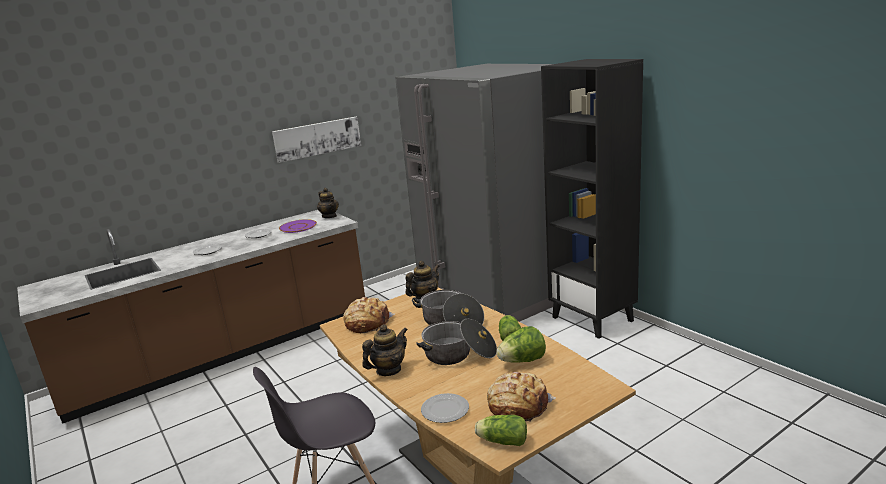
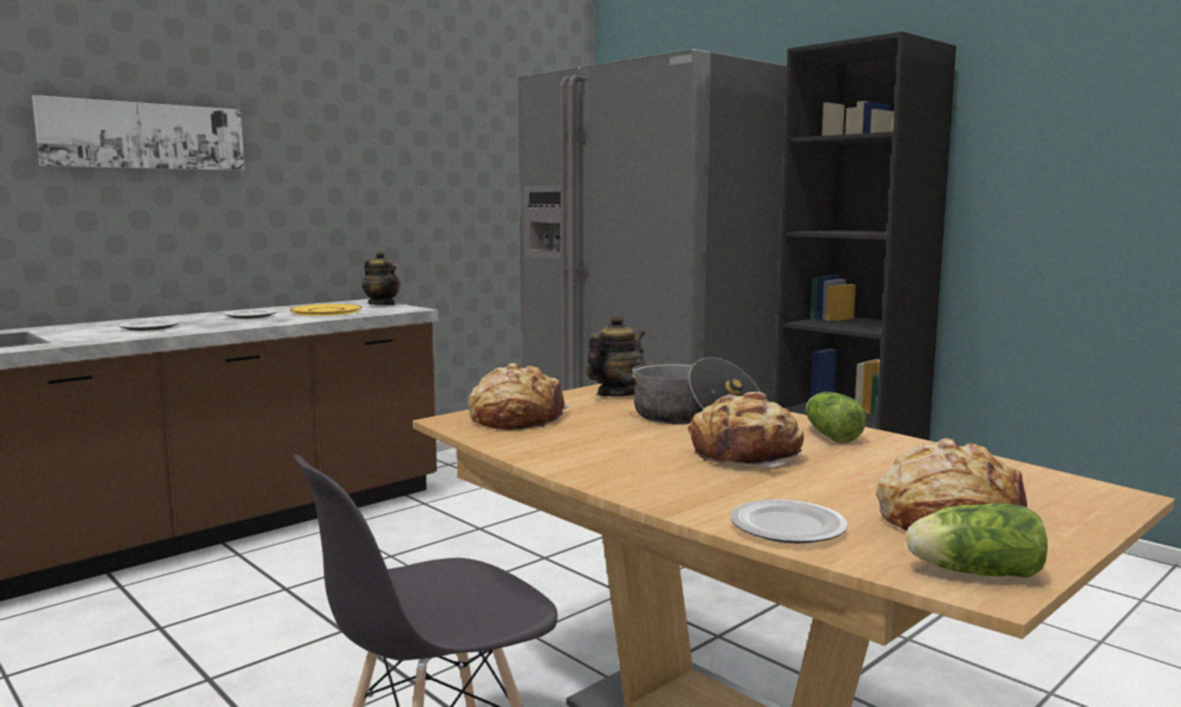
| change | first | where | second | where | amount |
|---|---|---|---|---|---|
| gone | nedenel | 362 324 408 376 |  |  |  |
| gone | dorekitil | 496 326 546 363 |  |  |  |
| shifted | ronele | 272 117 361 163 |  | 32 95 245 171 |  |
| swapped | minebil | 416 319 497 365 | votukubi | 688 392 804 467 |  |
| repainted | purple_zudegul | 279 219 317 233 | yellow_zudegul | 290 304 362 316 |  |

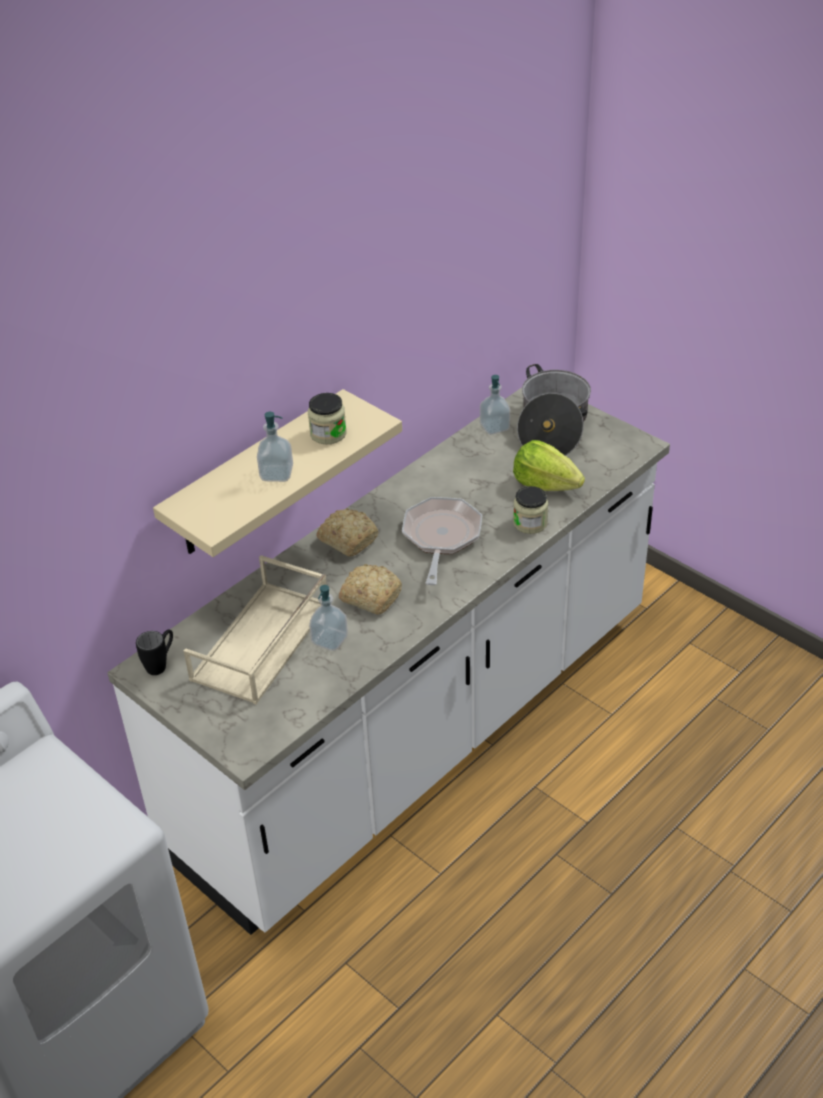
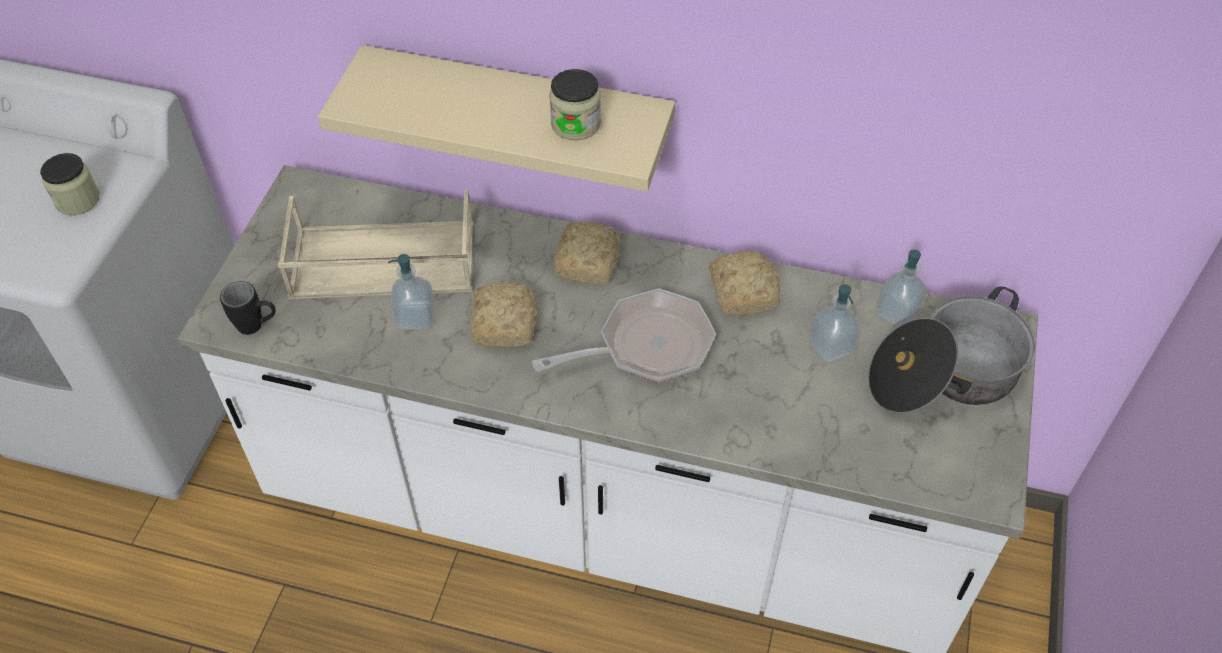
| change | first | where | second | where | amount |
|---|---|---|---|---|---|
| gone | dorekitil | 513 440 585 491 |  |  |  |
| new |  |  | votukubi | 709 251 780 316 |  |
| shifted | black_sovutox | 136 629 173 675 |  | 220 281 276 335 |  |
| shifted | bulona | 257 412 293 482 |  | 809 284 861 363 |  |
| shifted | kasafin | 513 486 548 534 |  | 40 153 100 215 |  |

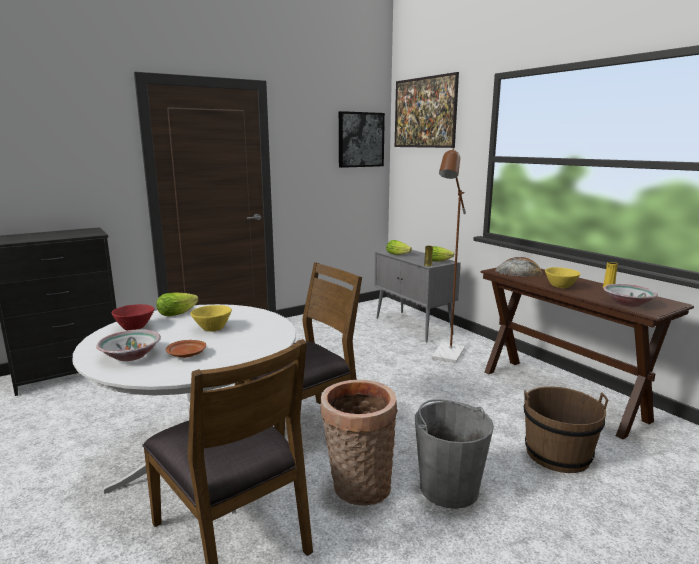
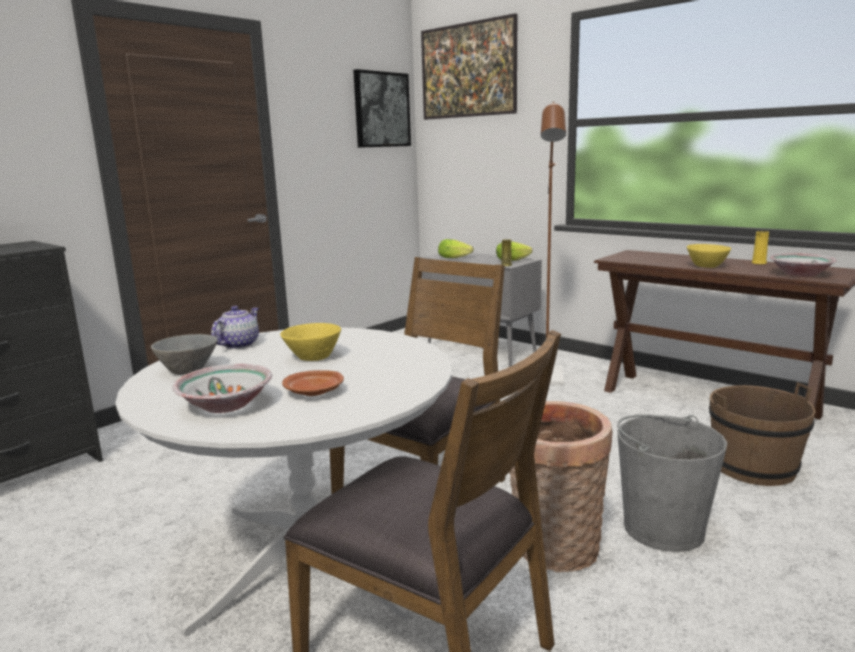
| change | first | where | second | where | amount |
|---|---|---|---|---|---|
| gone | votukubi | 495 257 543 277 |  |  |  |
| swapped | dorekitil | 156 292 199 316 | nedenel | 211 306 259 349 |  |
| repainted | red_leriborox | 112 304 154 330 | grey_leriborox | 151 334 218 375 |  |

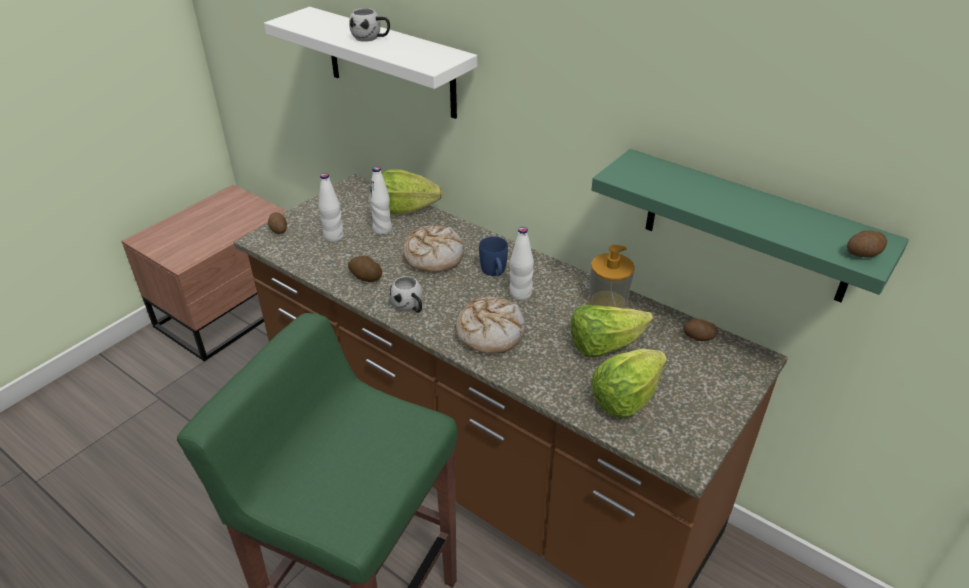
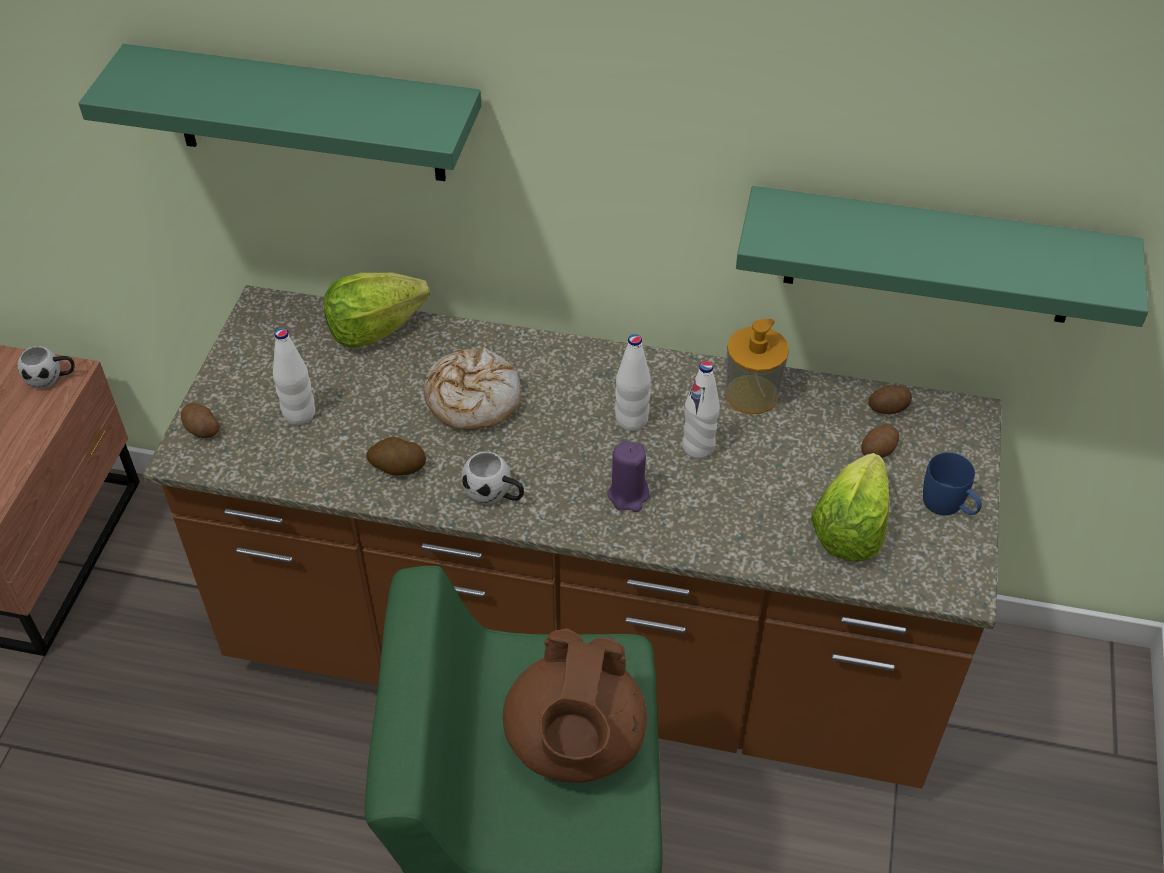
| change | first | where | second | where | amount |
|---|---|---|---|---|---|
| gone | dorekitil | 571 305 653 357 |  |  |  |
| new |  |  | brown_nedenel | 503 628 647 783 |  |
| shifted | white_sovutox | 349 8 390 42 |  | 18 346 75 389 |  |
| shifted | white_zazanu | 369 166 392 235 |  | 682 361 720 459 |  |
| shifted | blue_sovutox | 479 236 508 276 |  | 923 452 982 515 |  |
| shifted | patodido | 847 230 887 258 |  | 861 424 899 458 |  |
| swapped | votukubi | 456 297 525 354 | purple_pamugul | 607 441 649 512 |  |
| repainted | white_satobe | 264 7 477 119 | green_satobe | 79 44 481 181 |  |

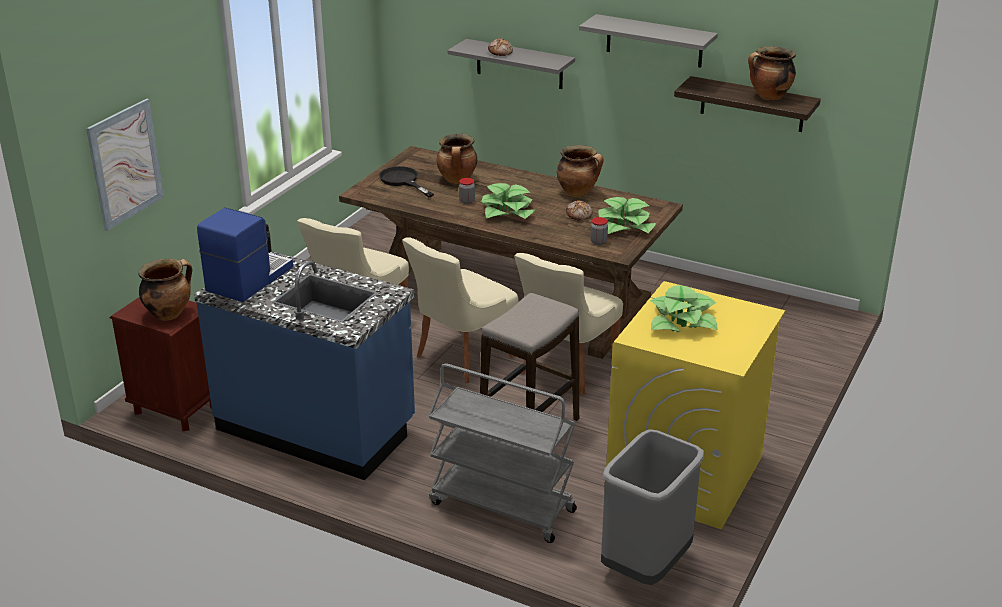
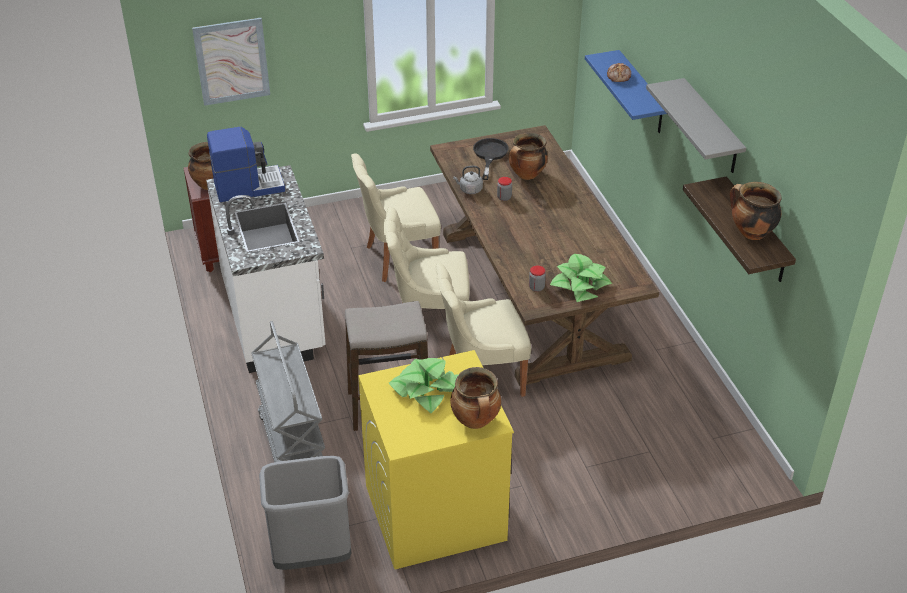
| change | first | where | second | where | amount |
|---|---|---|---|---|---|
| gone | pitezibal | 480 183 535 219 |  |  |  |
| gone | votukubi | 566 200 592 221 |  |  |  |
| new |  |  | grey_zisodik | 453 166 483 194 |  |
| shifted | minebil | 557 145 604 197 |  | 450 367 501 429 |  |
| repainted | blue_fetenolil | 194 252 415 480 | white_fetenolil | 206 165 326 373 |  |
| repainted | grey_satobe | 448 39 575 89 | blue_satobe | 585 50 667 133 |  |

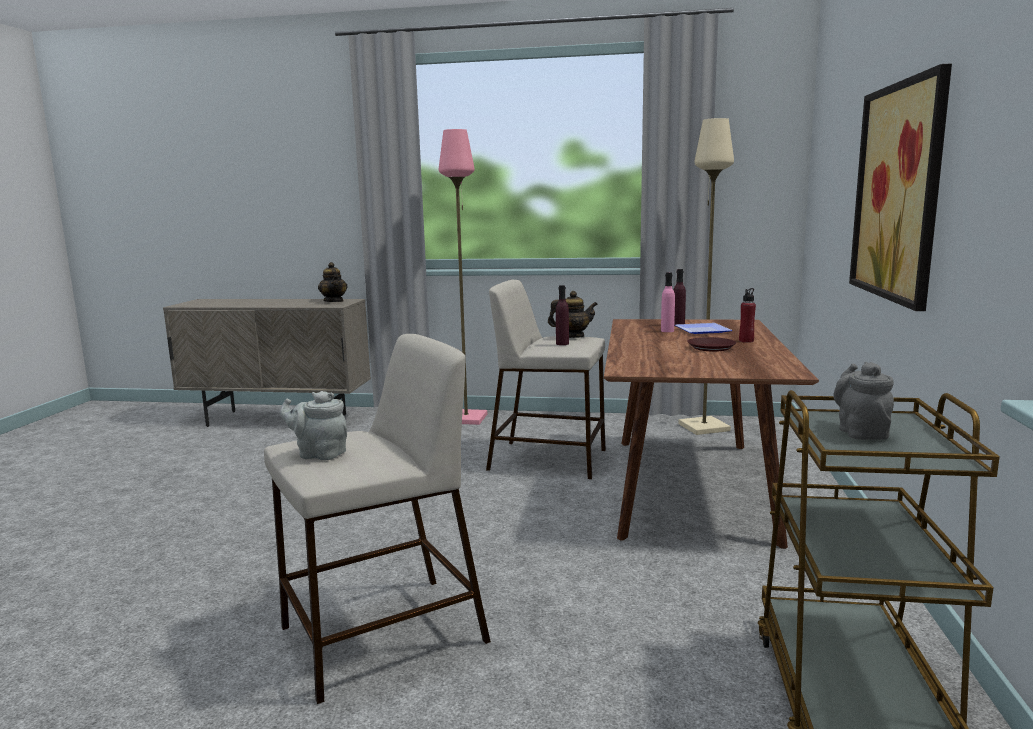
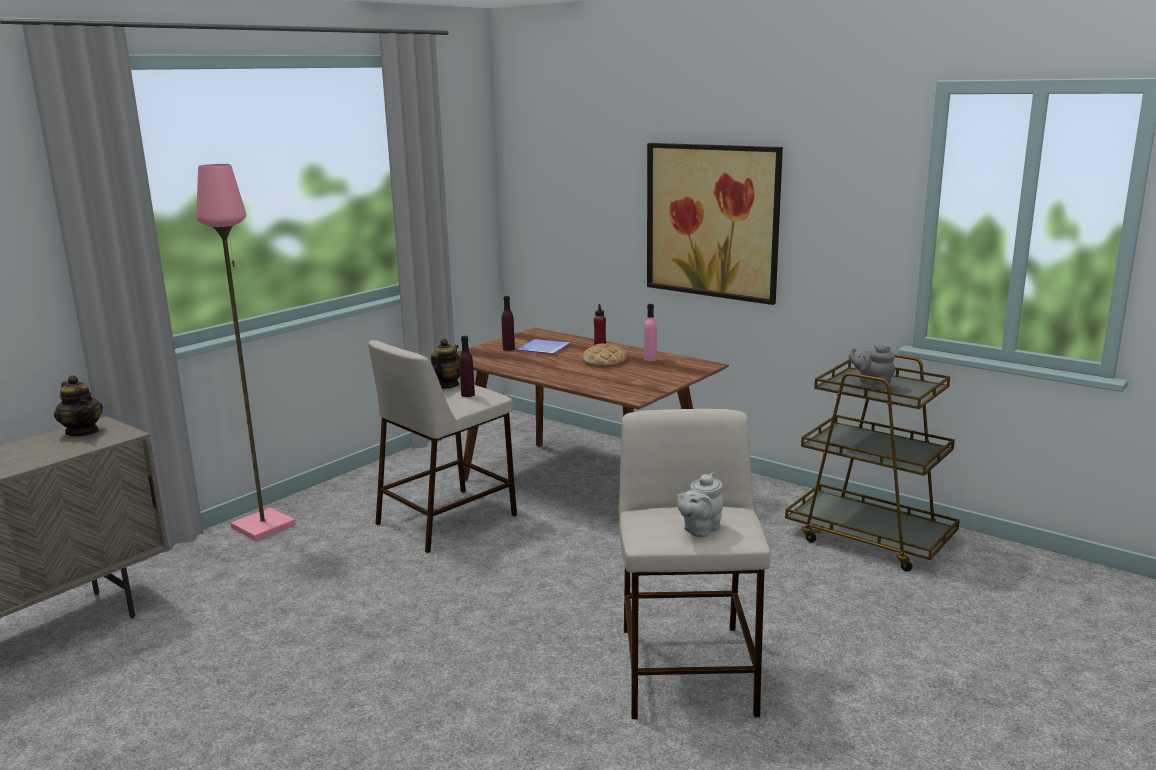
| change | first | where | second | where | amount |
|---|---|---|---|---|---|
| gone | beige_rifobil | 678 118 734 435 |  |  |  |
| shifted | pink_zazanu | 661 272 675 332 |  | 644 304 657 361 |  |
| swapped | brown_zudegul | 687 337 736 352 | votukubi | 582 343 627 367 |  |
| rotated | nedenel | 318 262 348 302 |  | 54 375 103 436 | 45 degrees clockwise |

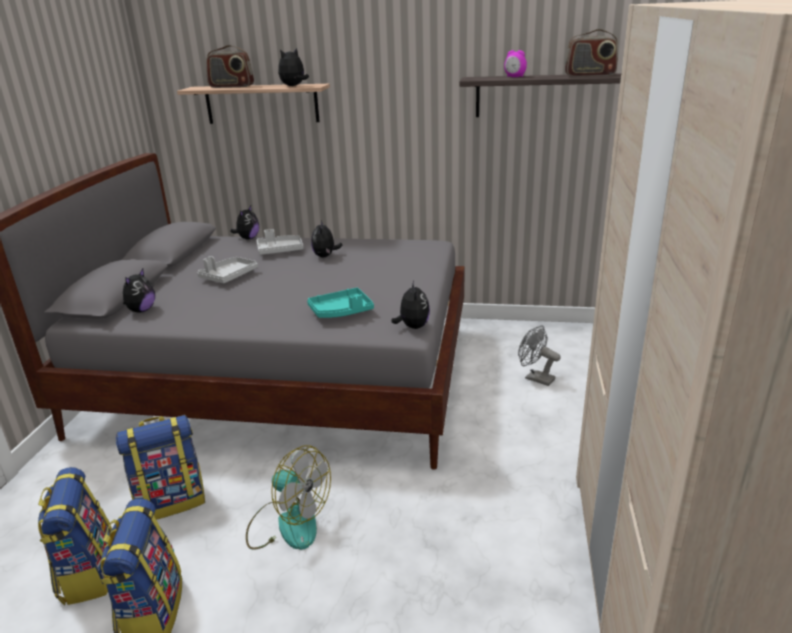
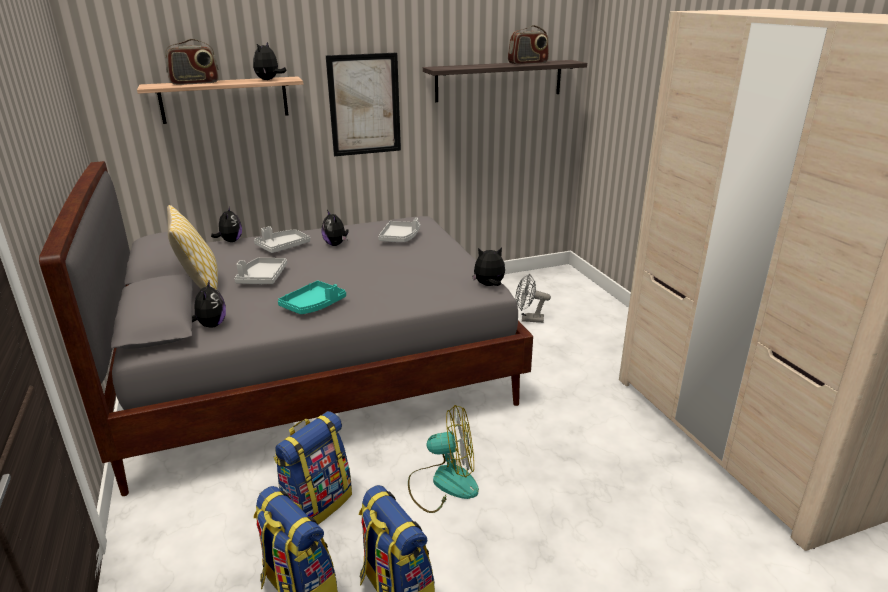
| change | first | where | second | where | amount |
|---|---|---|---|---|---|
| gone | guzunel | 504 50 527 77 |  |  |  |
| new |  |  | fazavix | 167 205 218 290 |  |
| new |  |  | ronele | 326 53 401 156 |  |
| new |  |  | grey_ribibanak | 378 218 420 242 |  |
| shifted | turquoise_ribibanak | 307 288 374 318 |  | 278 280 346 314 |  |
| rotated | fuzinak | 391 281 430 329 |  | 472 247 505 286 | 60 degrees counterclockwise |

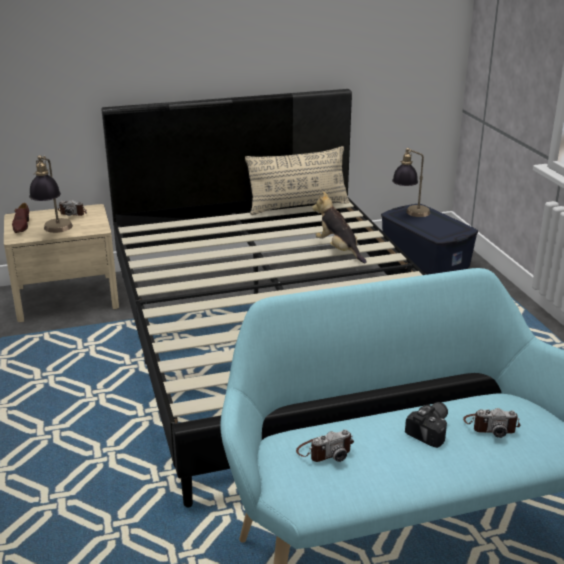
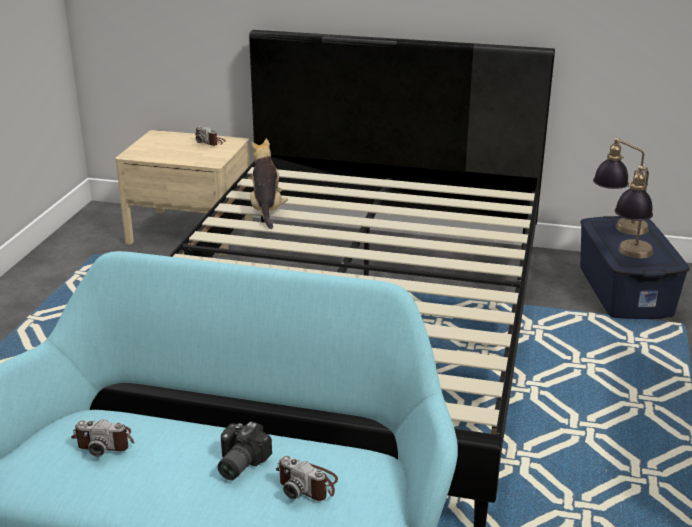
| change | first | where | second | where | amount |
|---|---|---|---|---|---|
| gone | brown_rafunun | 12 203 29 233 |  |  |  |
| gone | beige_fazavix | 245 146 350 215 |  |  |  |
| shifted | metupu | 29 155 73 233 |  | 615 165 653 258 |  |
| shifted | fuzinak | 312 191 366 263 |  | 250 139 288 229 |  |
| rotated | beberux | 405 402 448 448 |  | 218 421 272 480 | 135 degrees clockwise |

